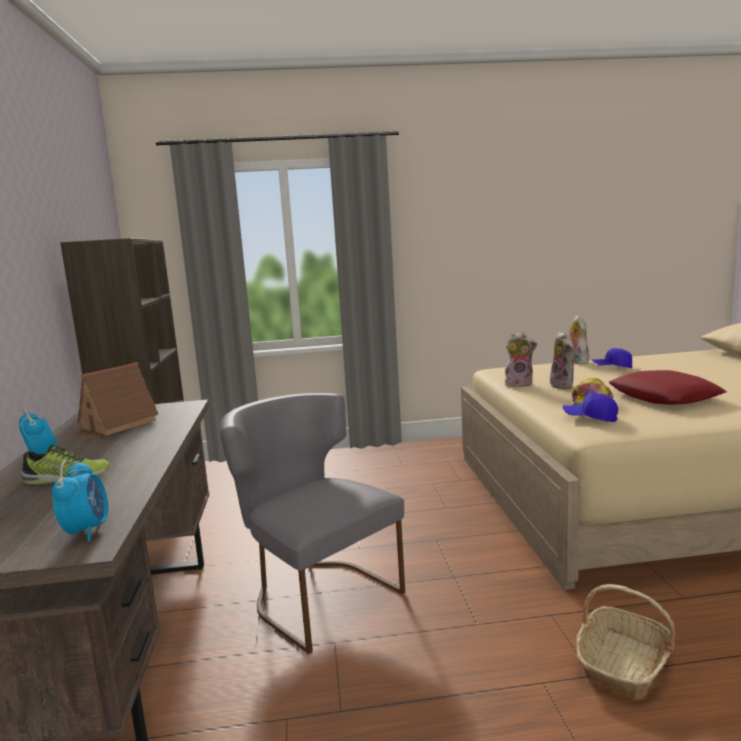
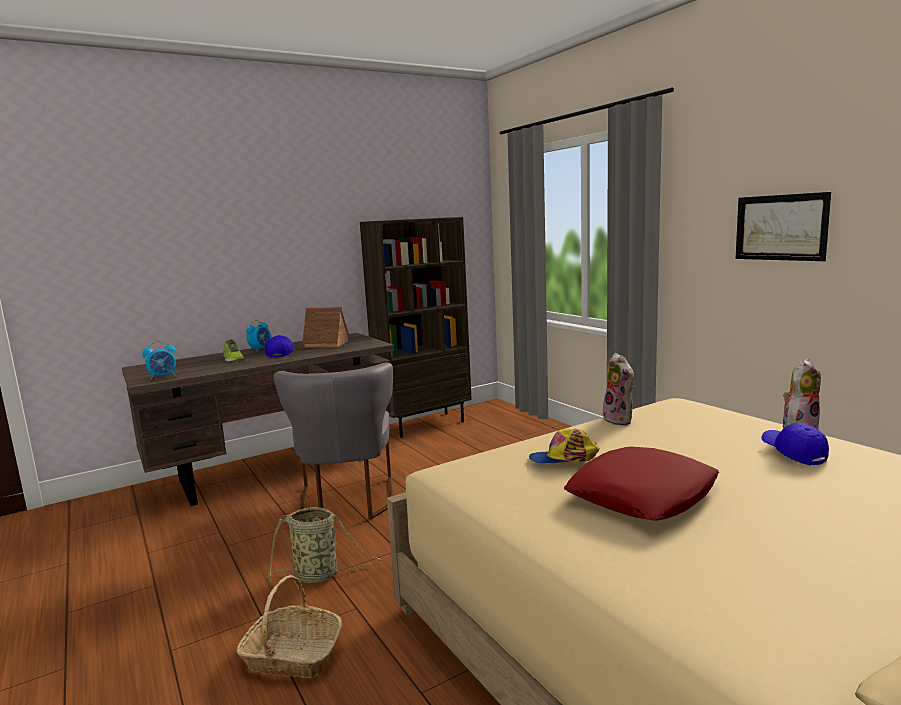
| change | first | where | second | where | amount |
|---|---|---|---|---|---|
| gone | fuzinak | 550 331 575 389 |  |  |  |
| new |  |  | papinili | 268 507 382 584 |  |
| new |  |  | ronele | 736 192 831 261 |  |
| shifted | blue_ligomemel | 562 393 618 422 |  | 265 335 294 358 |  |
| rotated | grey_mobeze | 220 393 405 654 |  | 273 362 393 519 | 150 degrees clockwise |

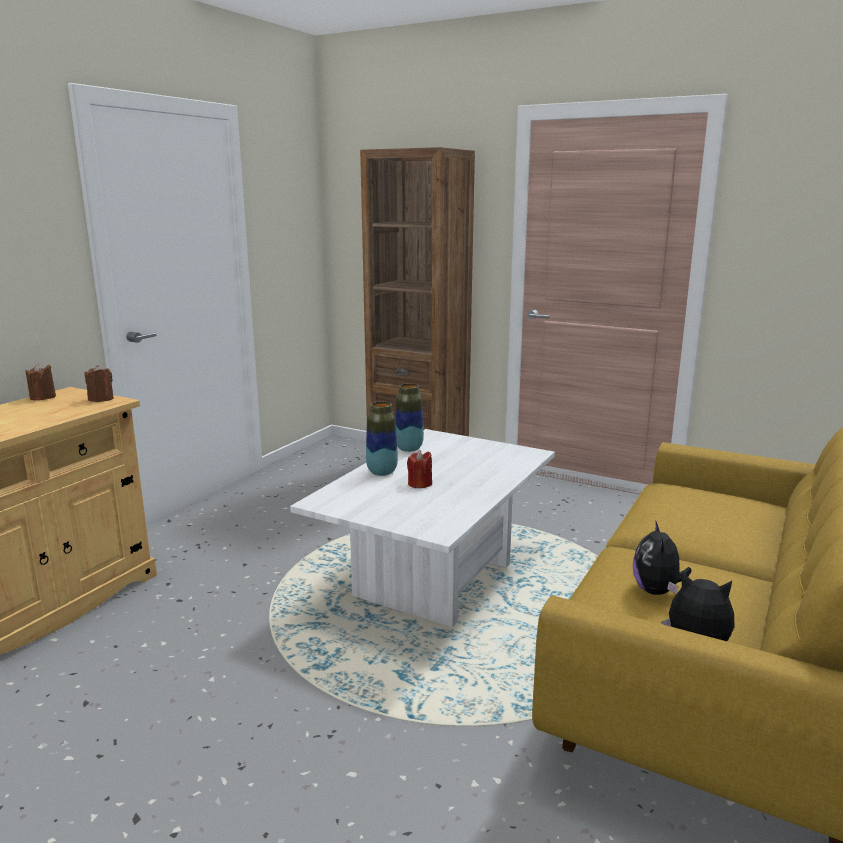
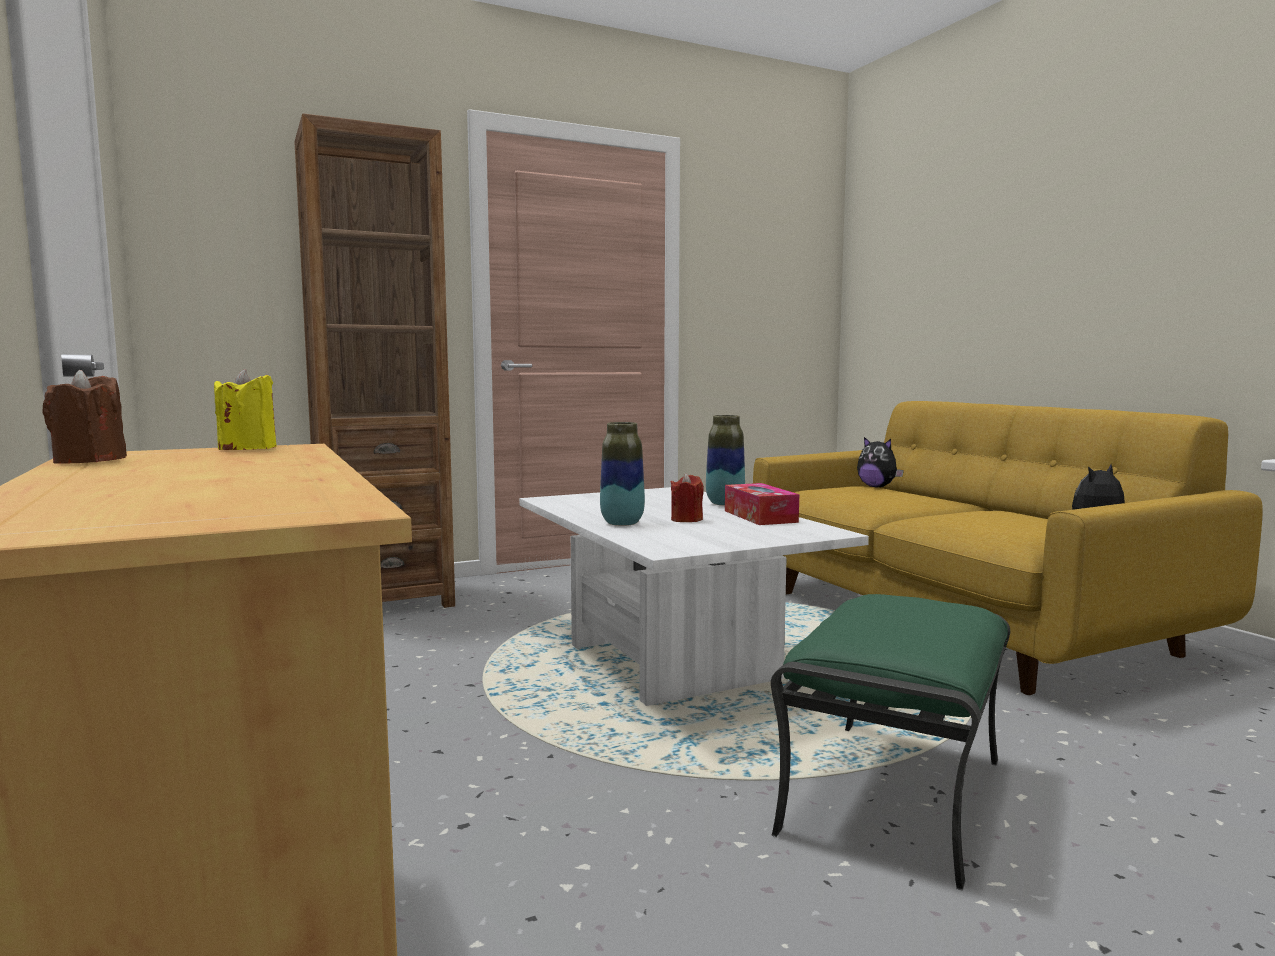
| change | first | where | second | where | amount |
|---|---|---|---|---|---|
| new |  |  | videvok | 725 483 799 525 |  |
| new |  |  | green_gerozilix | 771 594 1010 891 |  |
| shifted | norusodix | 395 383 424 452 |  | 706 415 745 506 |  |
| shifted | fuzinak | 633 520 692 595 |  | 857 437 904 488 |  |
| repainted | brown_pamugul | 85 365 114 402 | yellow_pamugul | 214 369 277 450 |  |

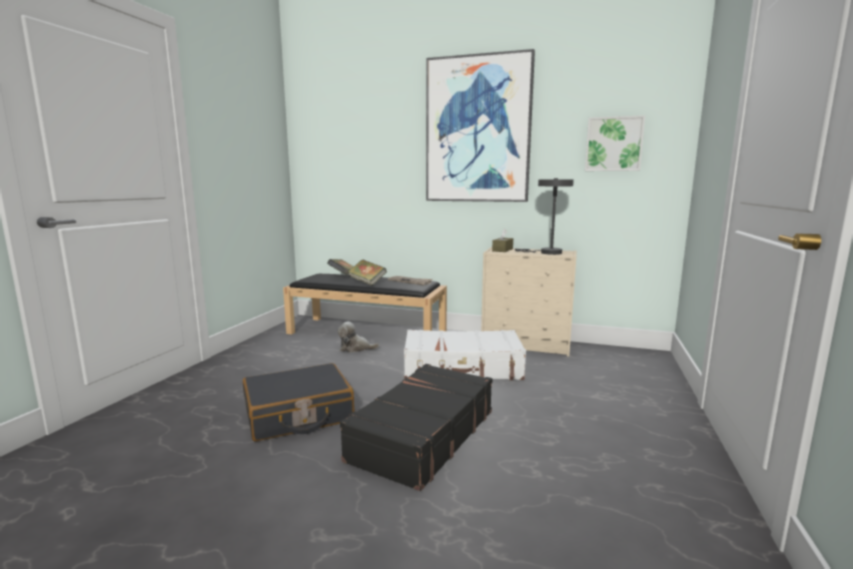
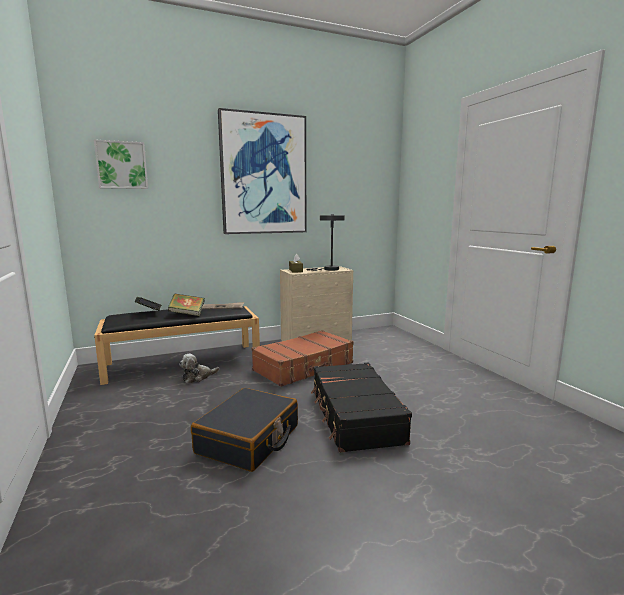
| change | first | where | second | where | amount |
|---|---|---|---|---|---|
| shifted | ronele | 585 115 645 171 |  | 94 139 148 189 |  |
| repainted | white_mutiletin | 404 330 526 380 | brown_mutiletin | 252 330 354 387 |  |

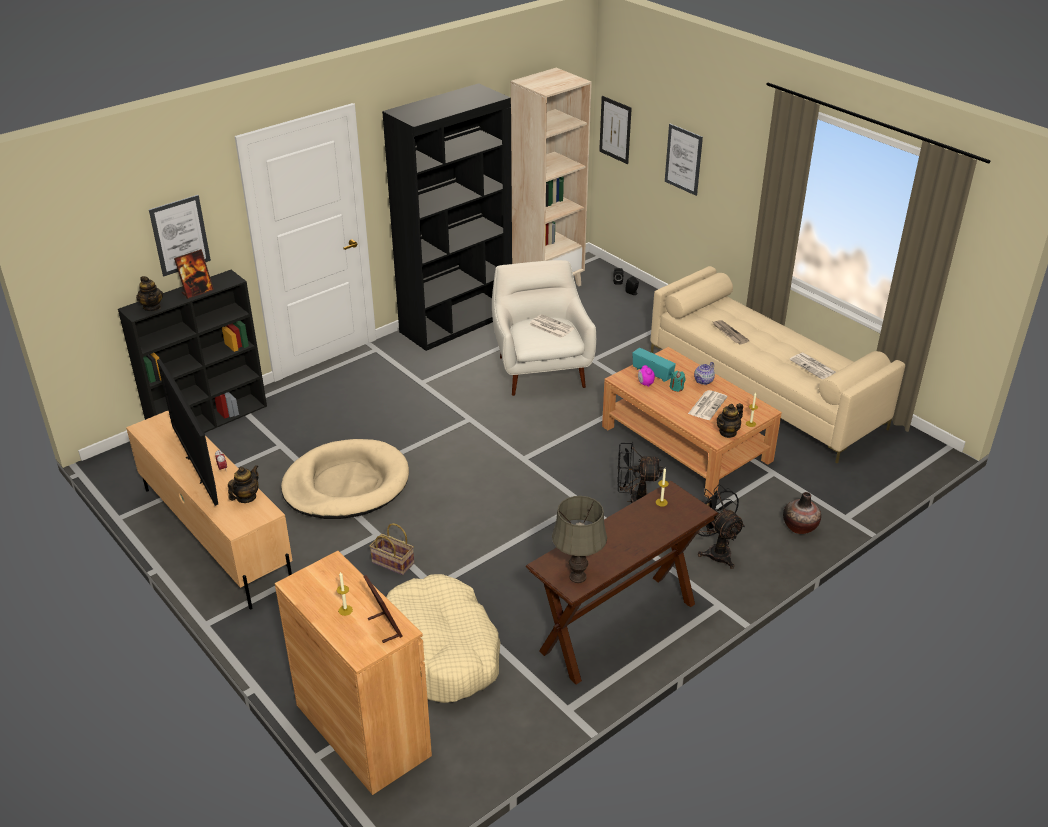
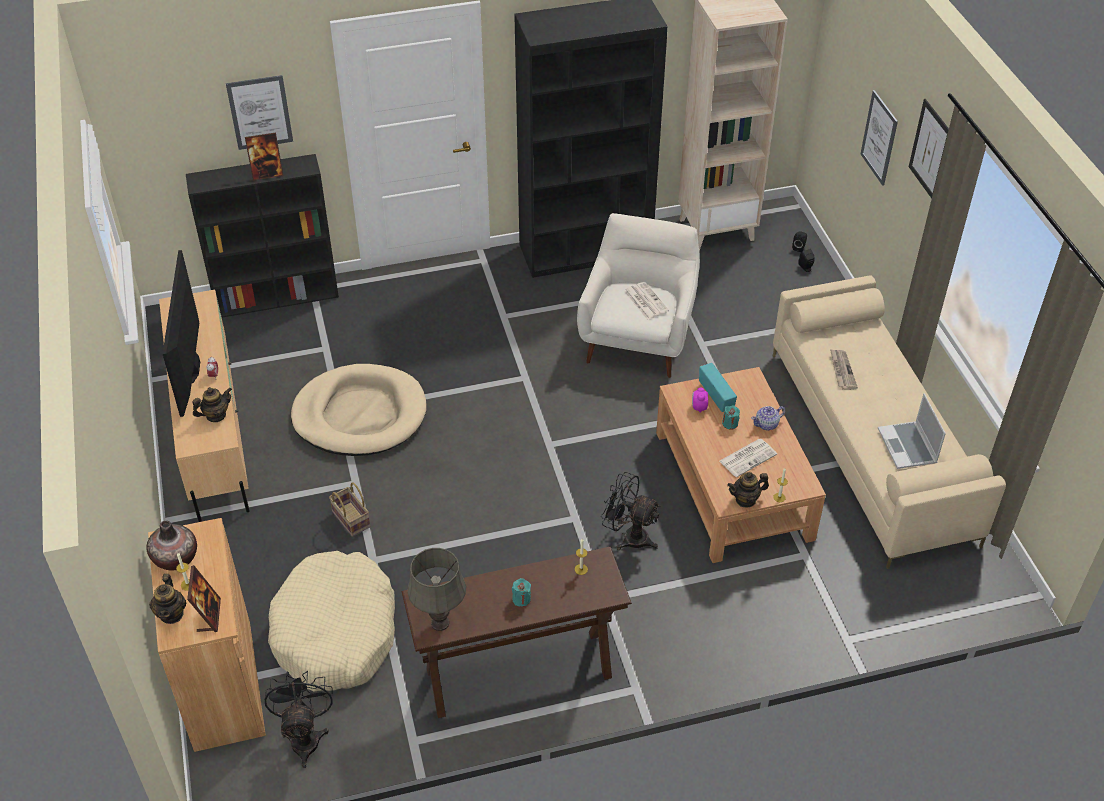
| change | first | where | second | where | amount |
|---|---|---|---|---|---|
| new |  |  | turquoise_pamugul | 512 578 531 607 |  |
| shifted | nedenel | 136 276 163 311 |  | 149 574 186 624 |  |
| shifted | ronele | 599 96 632 164 |  | 909 99 949 198 |  |
| shifted | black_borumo | 697 484 745 569 |  | 265 671 333 768 |  |
| shifted | norusodix | 783 492 821 534 |  | 147 521 197 570 |  |
| swapped | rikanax | 789 353 836 379 | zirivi | 878 393 946 469 |  |

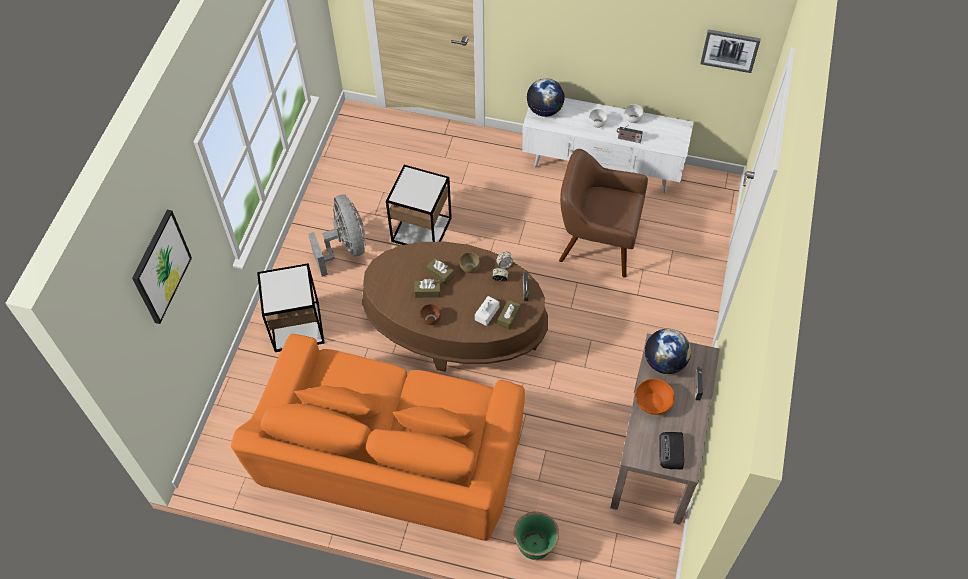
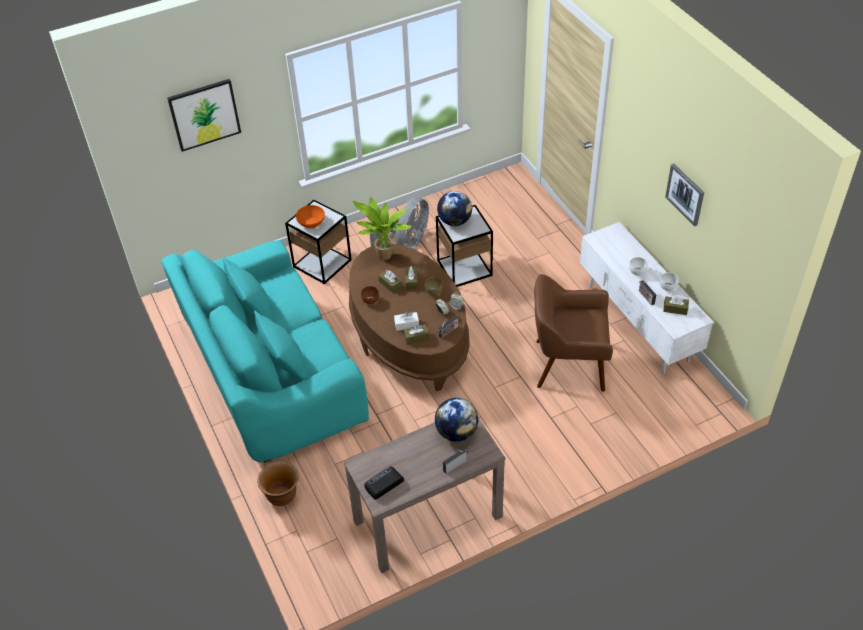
| change | first | where | second | where | amount |
|---|---|---|---|---|---|
| new |  |  | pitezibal | 353 197 411 260 |  |
| new |  |  | brown_videvok | 663 295 689 315 |  |
| shifted | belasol | 527 78 565 117 |  | 437 191 472 226 |  |
| shifted | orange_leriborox | 636 379 675 415 |  | 296 205 325 229 |  |
| shifted | ronele | 700 29 761 73 |  | 665 163 704 226 |  |
| repainted | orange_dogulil | 231 334 525 541 | turquoise_dogulil | 162 240 369 463 |  |
| repainted | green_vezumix | 514 511 559 560 | brown_vezumix | 257 461 299 506 |  |
| rotated | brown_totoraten | 559 149 648 278 |  | 535 274 613 392 | 60 degrees counterclockwise |

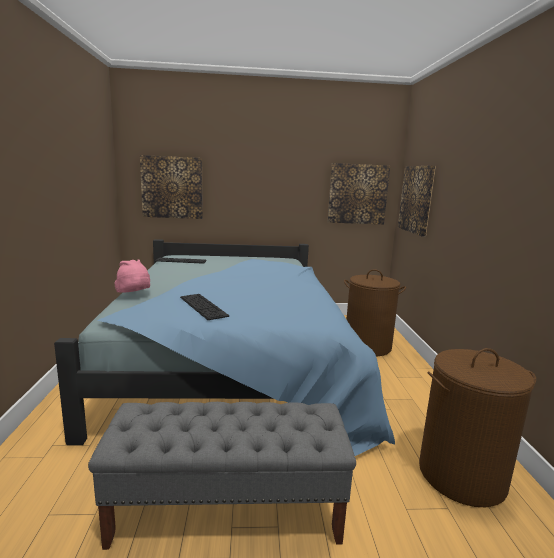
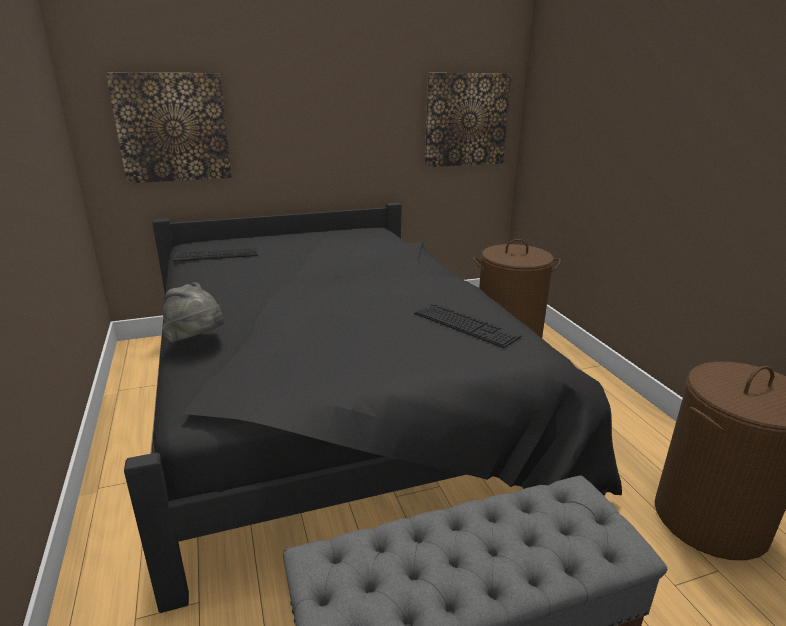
| change | first | where | second | where | amount |
|---|---|---|---|---|---|
| gone | ronele | 398 165 436 237 |  |  |  |
| shifted | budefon | 180 294 229 320 |  | 414 303 522 348 |  |
| repainted | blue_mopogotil | 54 239 395 456 | black_mopogotil | 124 202 622 613 |  |
| repainted | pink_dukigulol | 115 259 150 293 | grey_dukigulol | 162 282 224 344 |  |

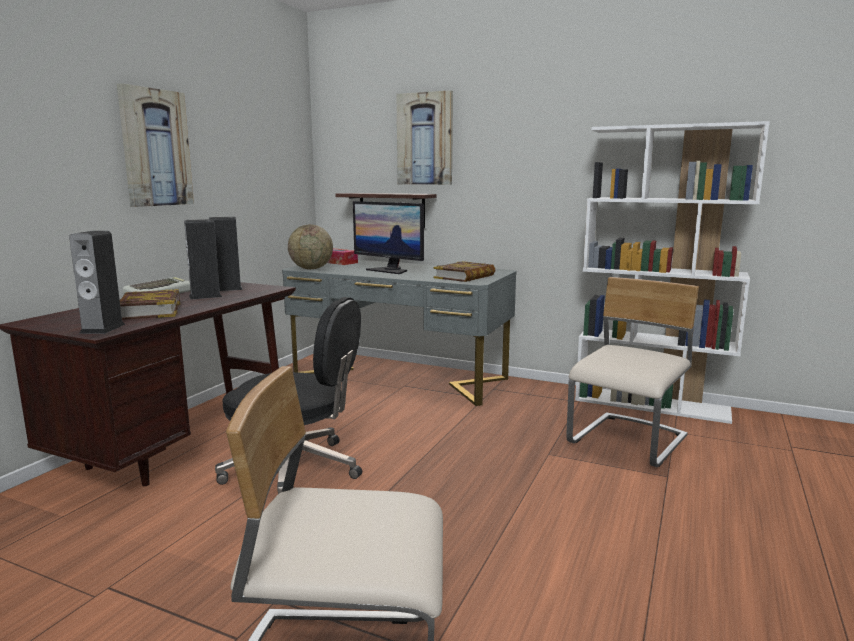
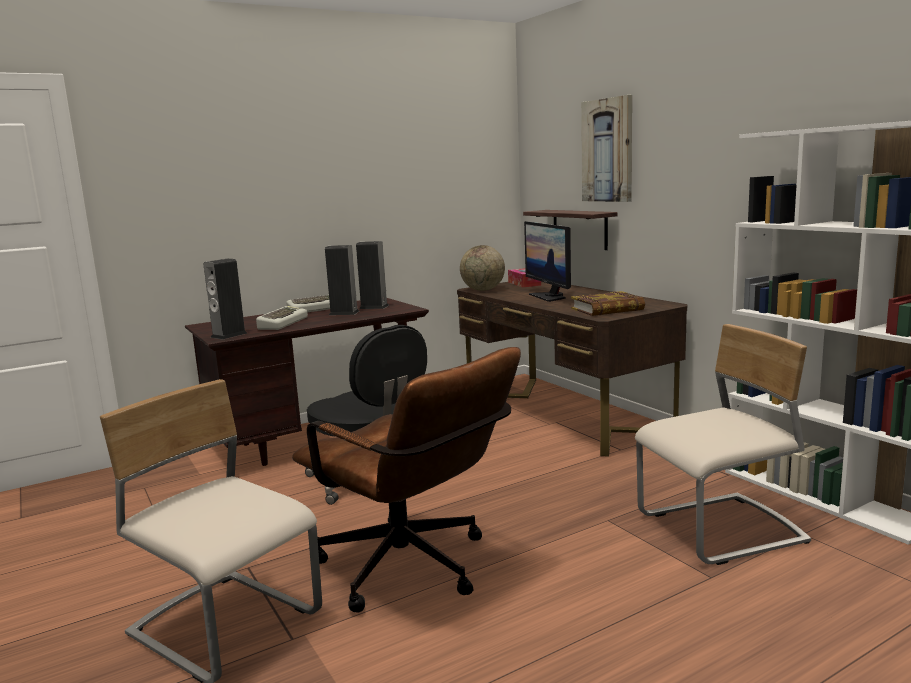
| change | first | where | second | where | amount |
|---|---|---|---|---|---|
| gone | ronele | 117 83 194 207 |  |  |  |
| new |  |  | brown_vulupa | 292 347 521 613 |  |
| swapped | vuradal | 120 289 180 320 | budefon | 256 306 308 330 |  |
| repainted | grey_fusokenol | 282 260 516 406 | brown_fusokenol | 457 281 687 457 |  |

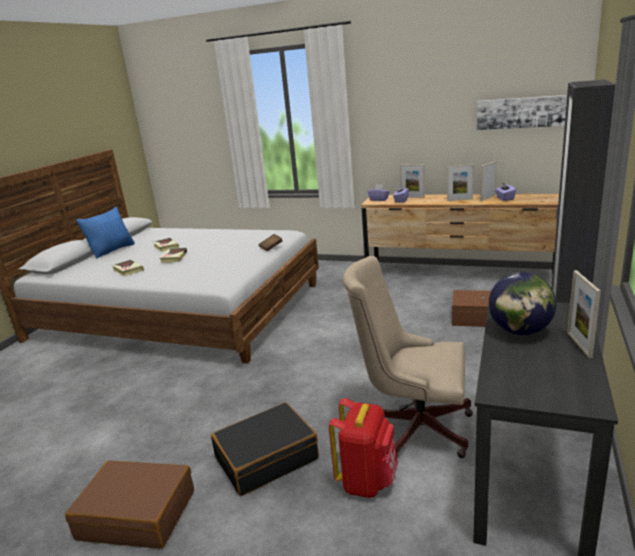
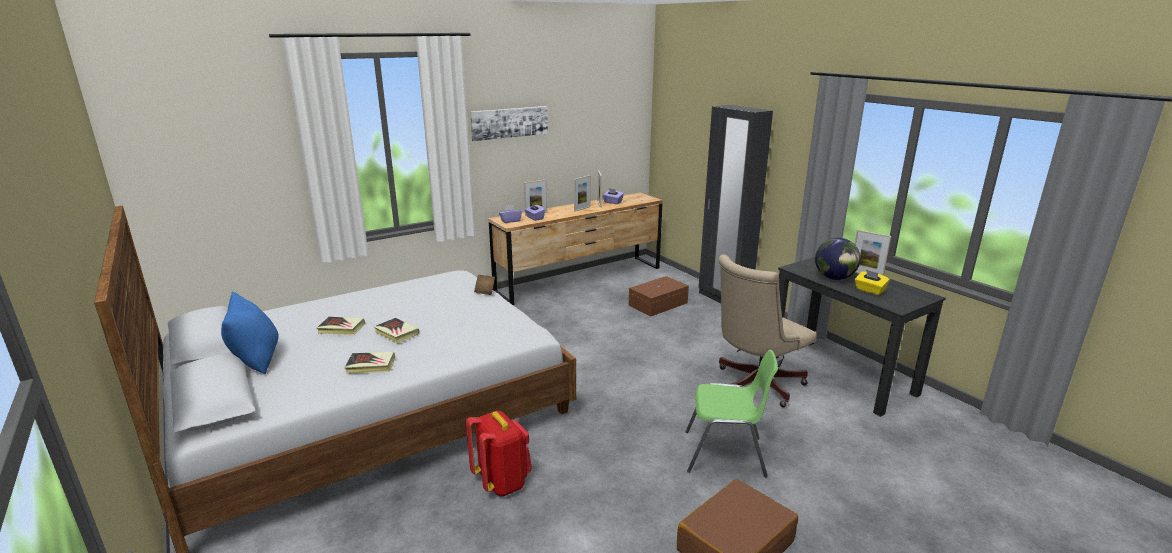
| change | first | where | second | where | amount |
|---|---|---|---|---|---|
| new |  |  | yellow_videvok | 855 270 890 295 |  |
| shifted | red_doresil | 329 398 398 498 |  | 466 411 532 497 |  |
| shifted | ronele | 477 95 567 130 |  | 470 106 548 141 |  |
| swapped | black_mutiletin | 211 402 319 496 | green_mobeze | 685 350 778 478 |  |

